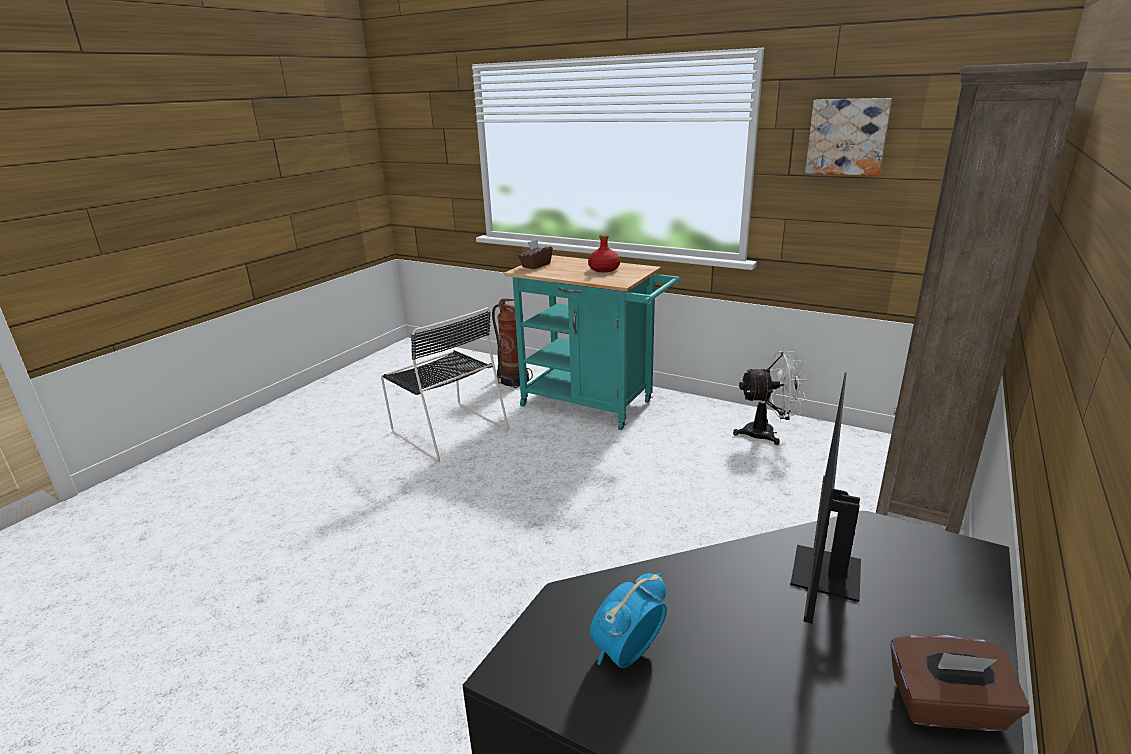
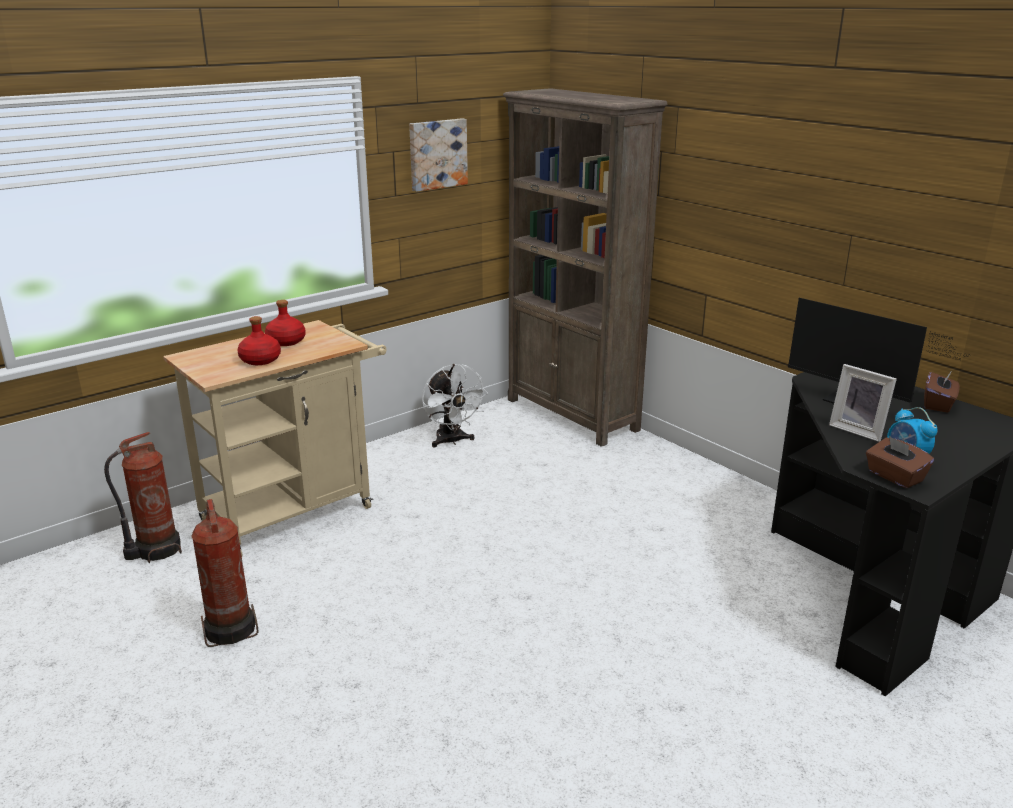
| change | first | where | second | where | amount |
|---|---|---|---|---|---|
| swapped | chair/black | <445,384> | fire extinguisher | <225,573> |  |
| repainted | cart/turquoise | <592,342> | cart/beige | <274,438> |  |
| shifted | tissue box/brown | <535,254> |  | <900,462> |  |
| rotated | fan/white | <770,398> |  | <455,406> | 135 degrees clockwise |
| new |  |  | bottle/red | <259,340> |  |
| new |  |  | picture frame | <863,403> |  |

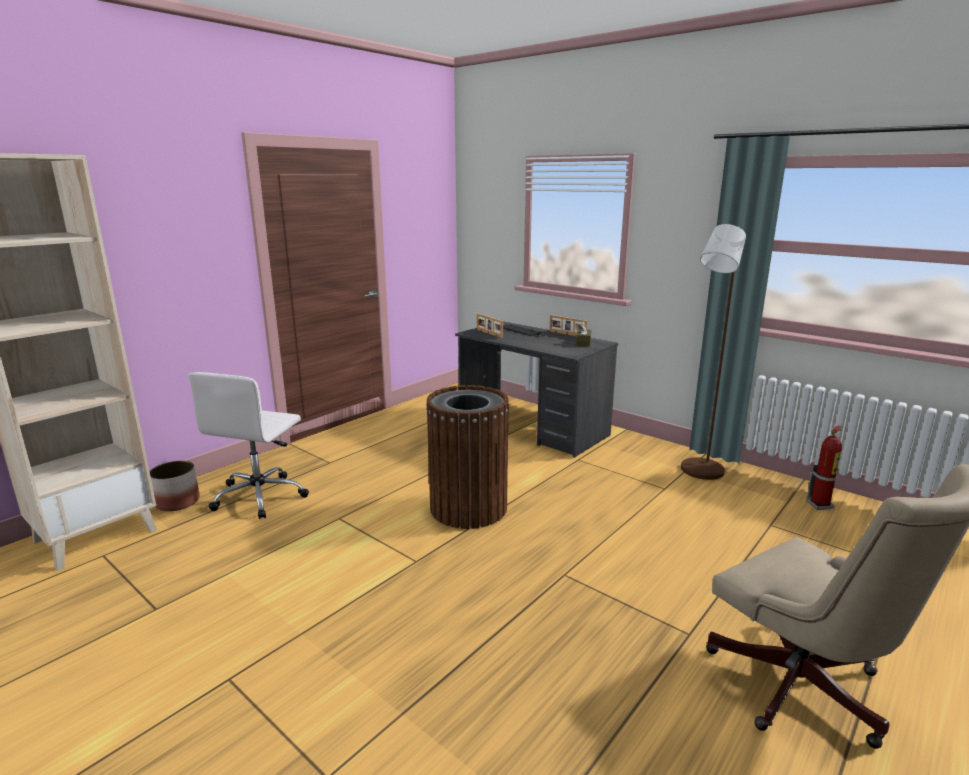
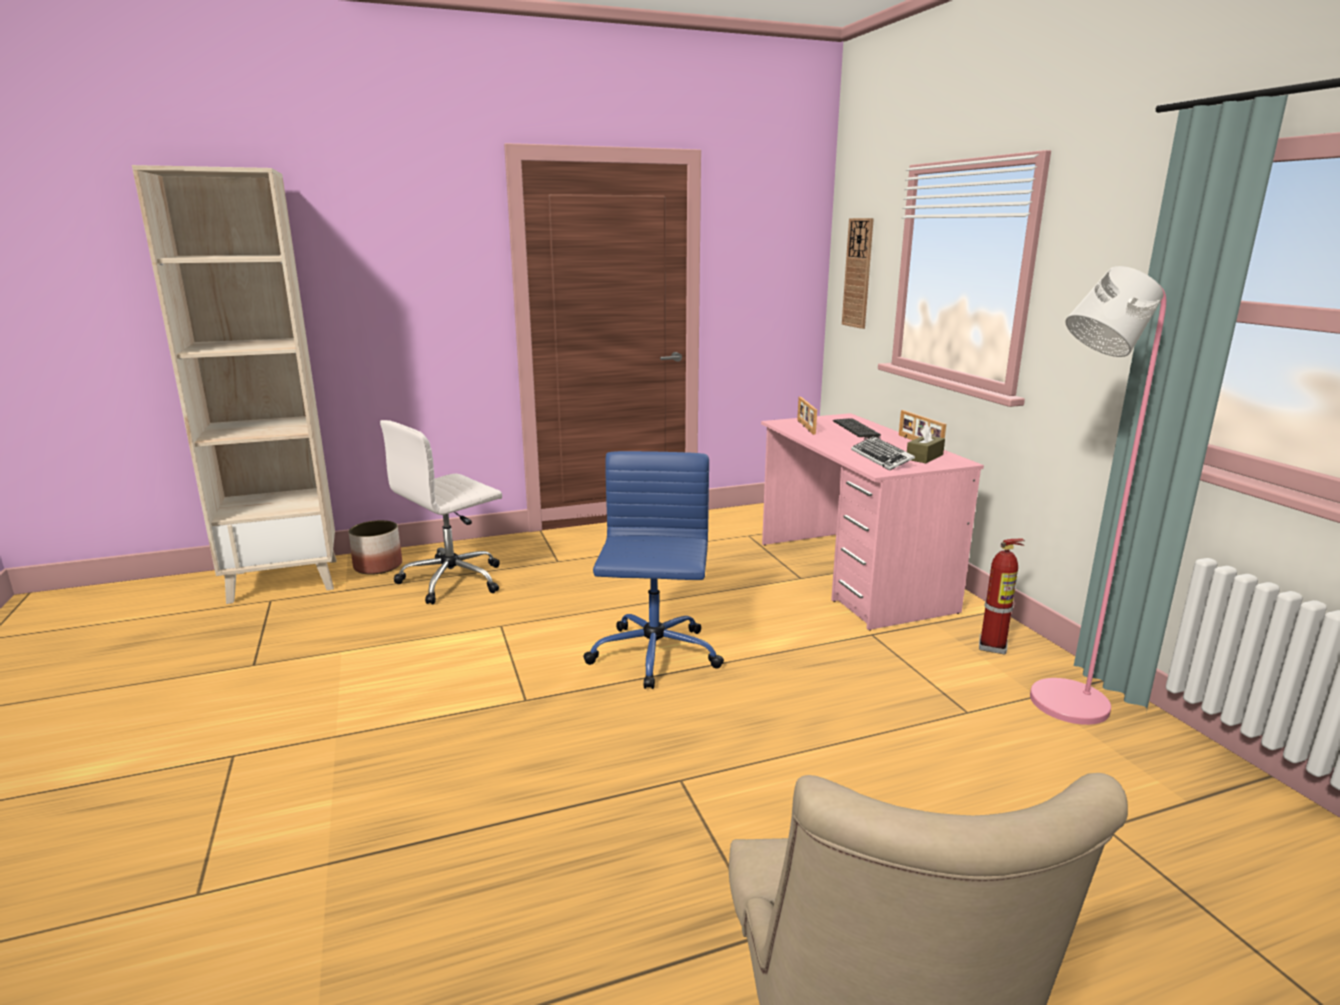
| change | first | where | second | where | amount |
|---|---|---|---|---|---|
| swapped | trash can/brown | <467,457> | office chair/blue | <653,570> |  |
| repainted | desk/grey | <536,390> | desk/pink | <872,522> |  |
| repainted | floor lamp/brown | <713,352> | floor lamp/pink | <1098,495> |  |
| shifted | fire extinguisher | <824,467> |  | <1002,596> |  |
| new |  |  | wall clock | <858,273> |  |
| new |  |  | keyboard | <883,453> |  |

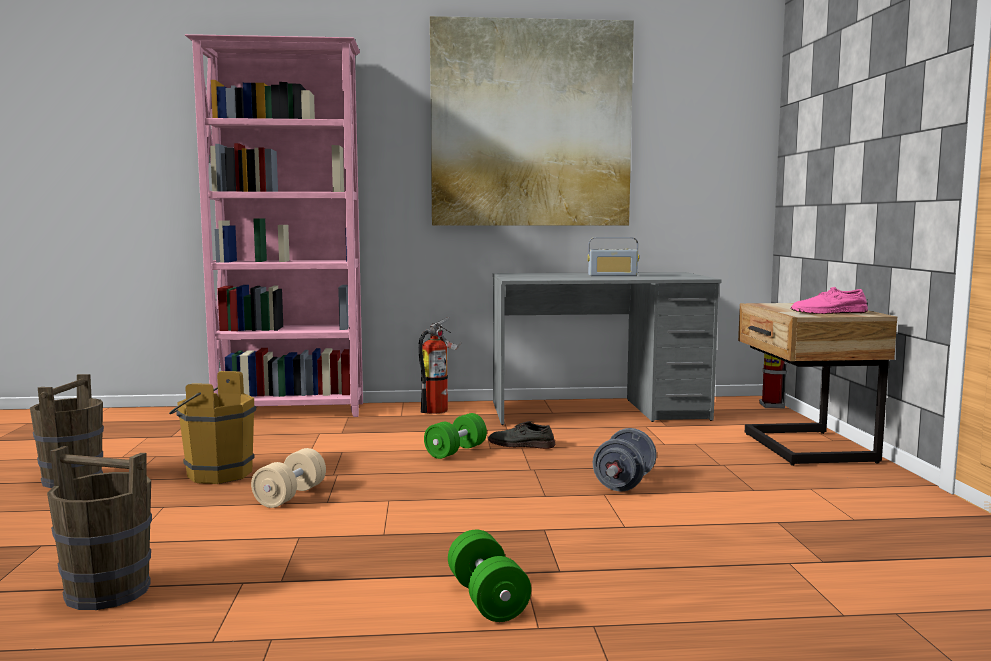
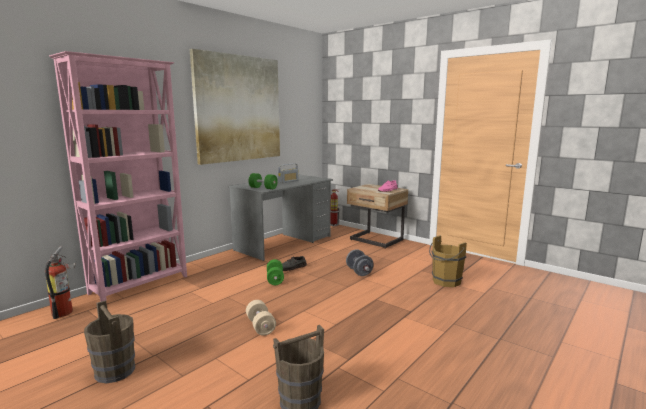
| change | first | where | second | where | amount |
|---|---|---|---|---|---|
| shifted | bucket/brown | <212,427> |  | <448,261> |  |
| shifted | fire extinguisher | <439,365> |  | <60,282> |  |
| shifted | dumbbell/green | <489,576> |  | <263,181> |  |

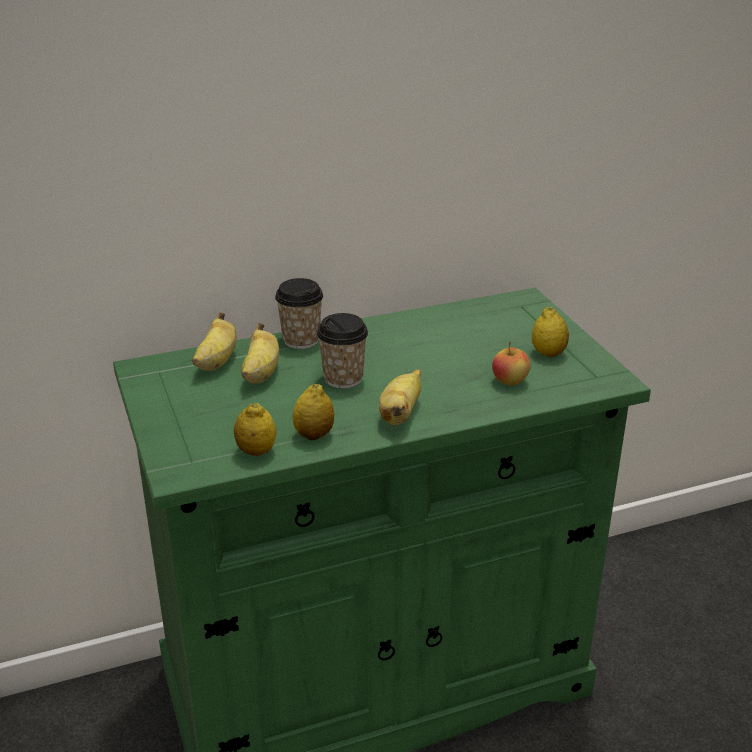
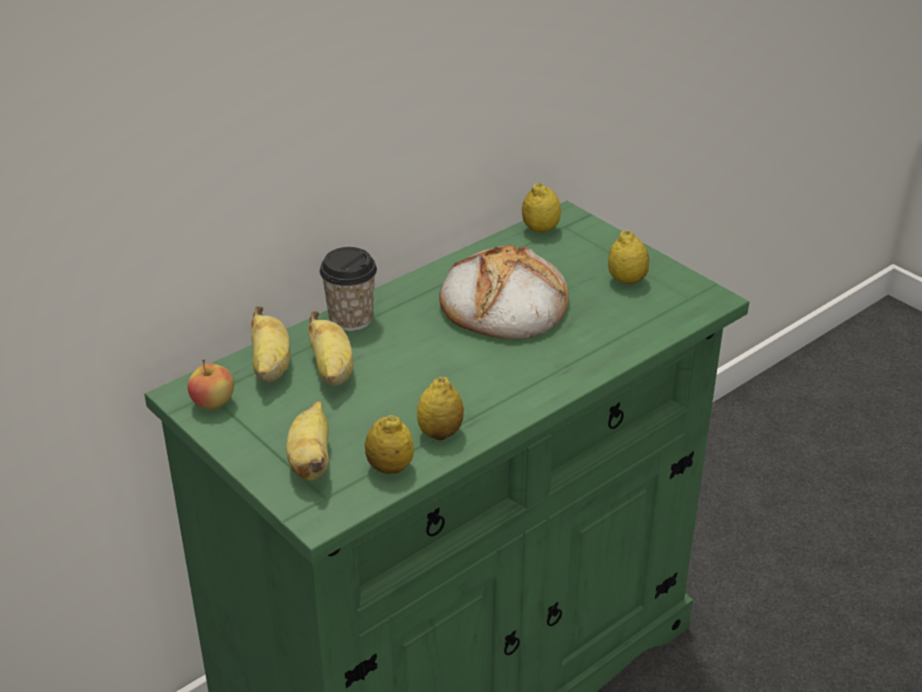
| change | first | where | second | where | amount |
|---|---|---|---|---|---|
| gone | cup | <342,351> |  |  |  |
| shifted | banana | <400,397> |  | <307,441> |  |
| shifted | apple | <511,363> |  | <210,385> |  |
| new |  |  | bread | <504,292> |  |
| new |  |  | lemon | <541,207> |  |

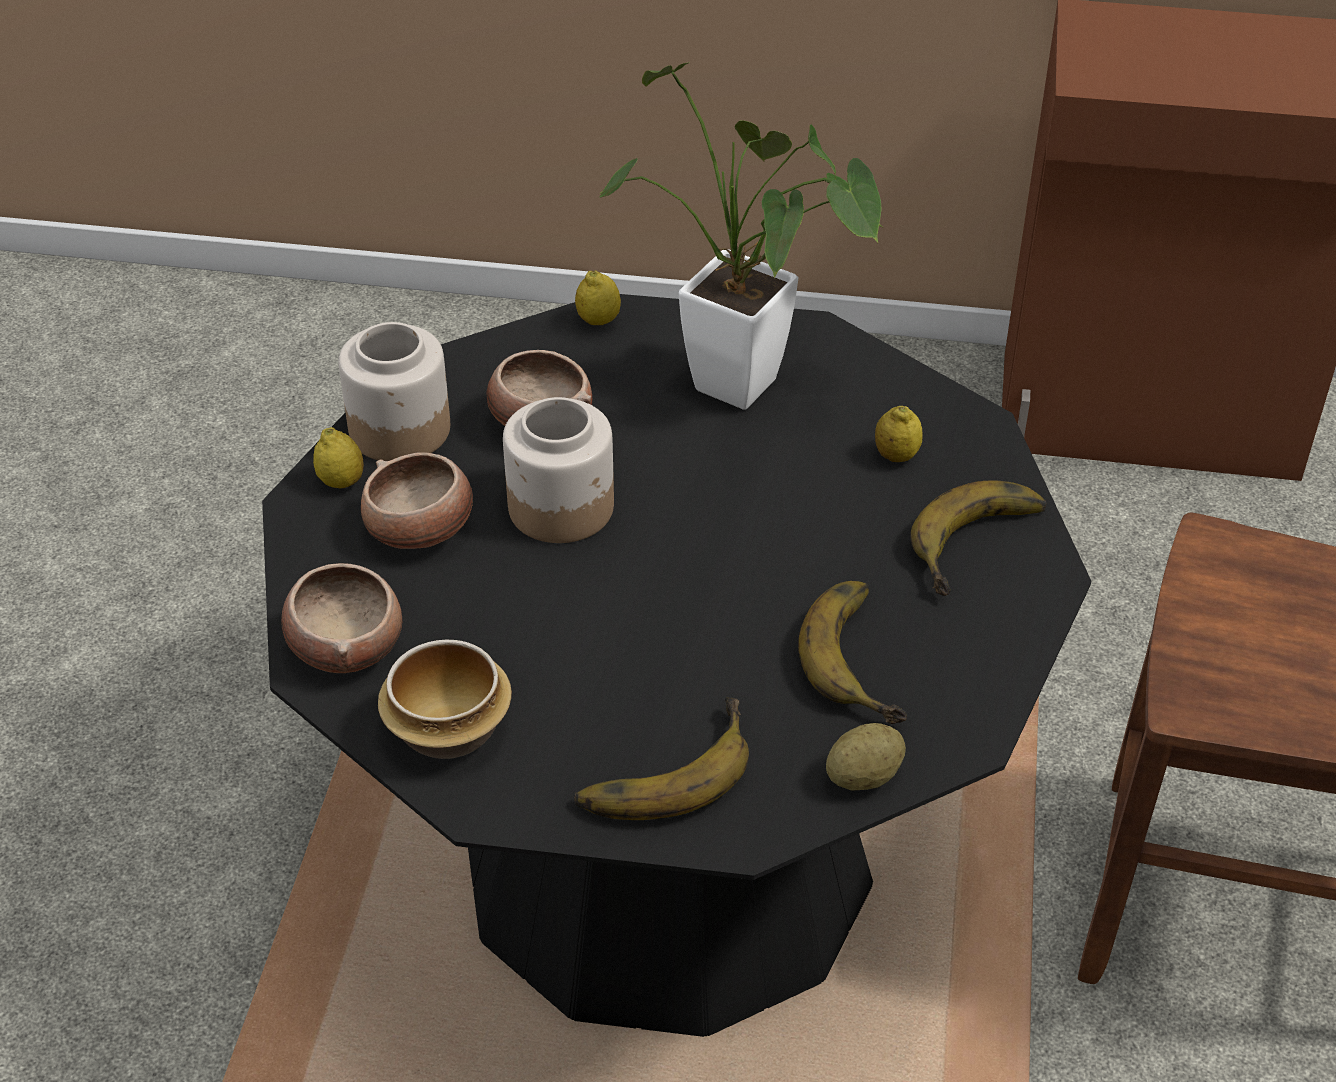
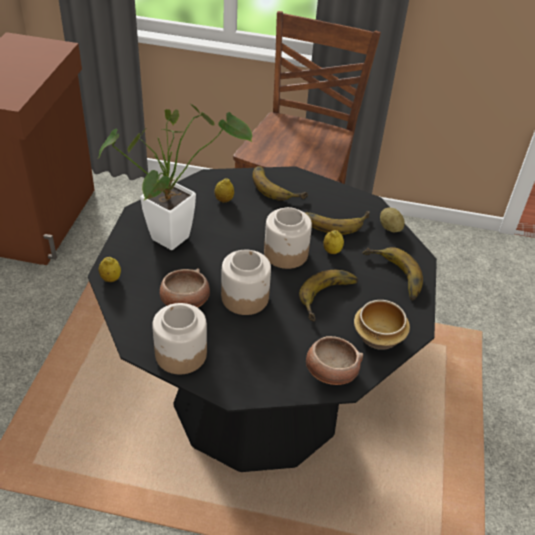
| change | first | where | second | where | amount |
|---|---|---|---|---|---|
| shifted | lemon | <338,457> |  | <333,242> |  |
| gone | bowl | <417,500> |  |  |  |
| new |  |  | jar | <288,238> |  |
| new |  |  | banana | <328,295> |  |

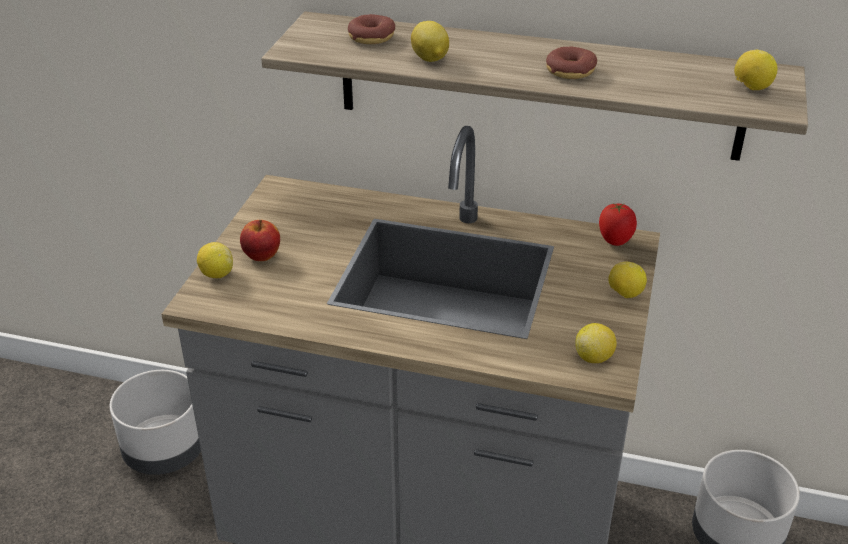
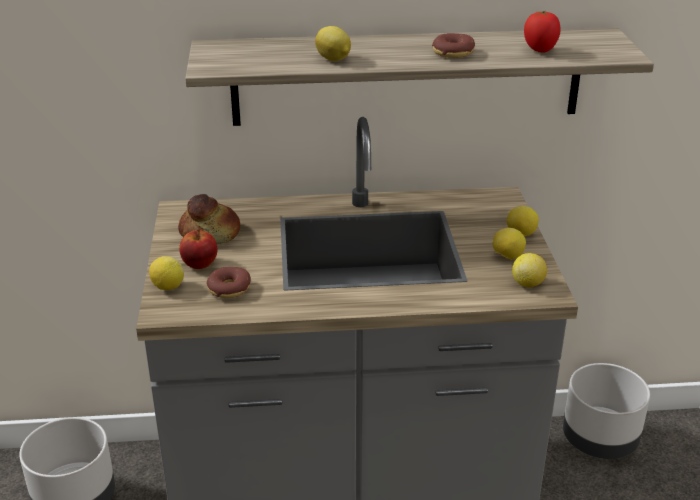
| change | first | where | second | where | amount |
|---|---|---|---|---|---|
| shifted | donut | <371,29> |  | <229,282> |  |
| shifted | tomato | <618,224> |  | <542,32> |  |
| shifted | lemon | <756,70> |  | <509,244> |  |
| new |  |  | bread | <209,219> |  |

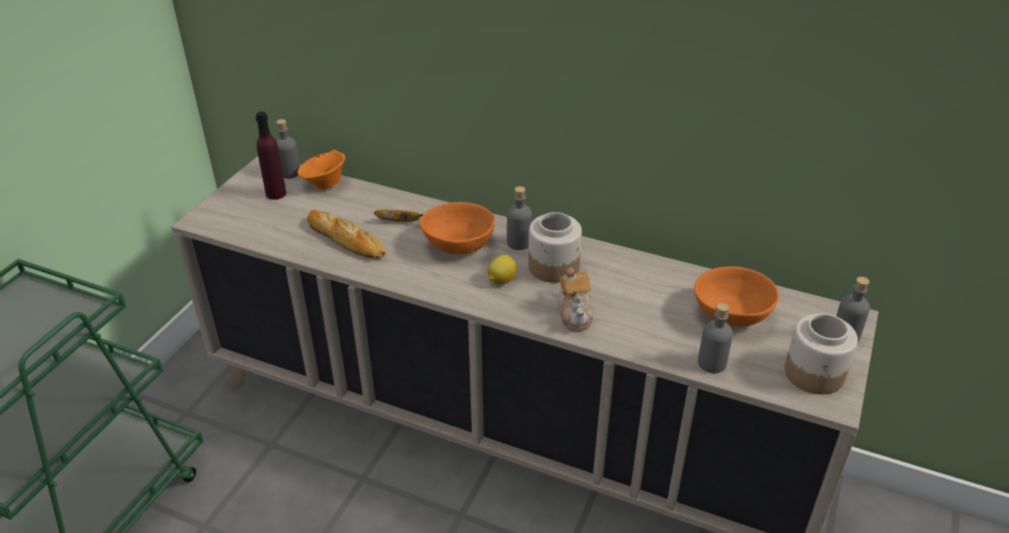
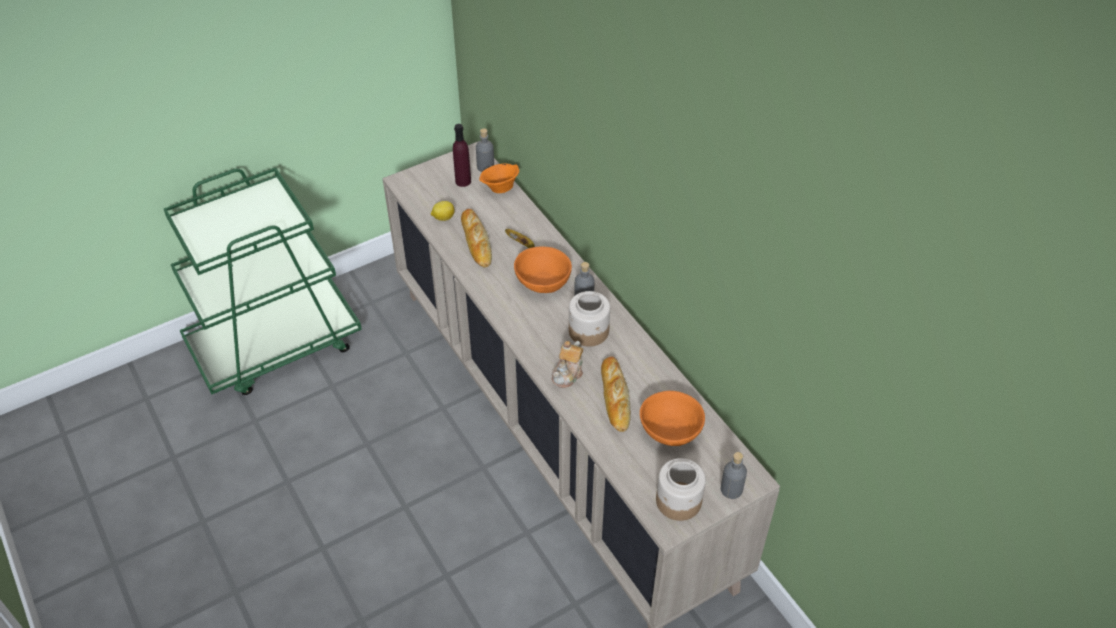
| change | first | where | second | where | amount |
|---|---|---|---|---|---|
| shifted | lemon | <502,269> |  | <443,211> |  |
| gone | bottle/grey | <715,338> |  |  |  |
| new |  |  | bread | <616,394> |  |

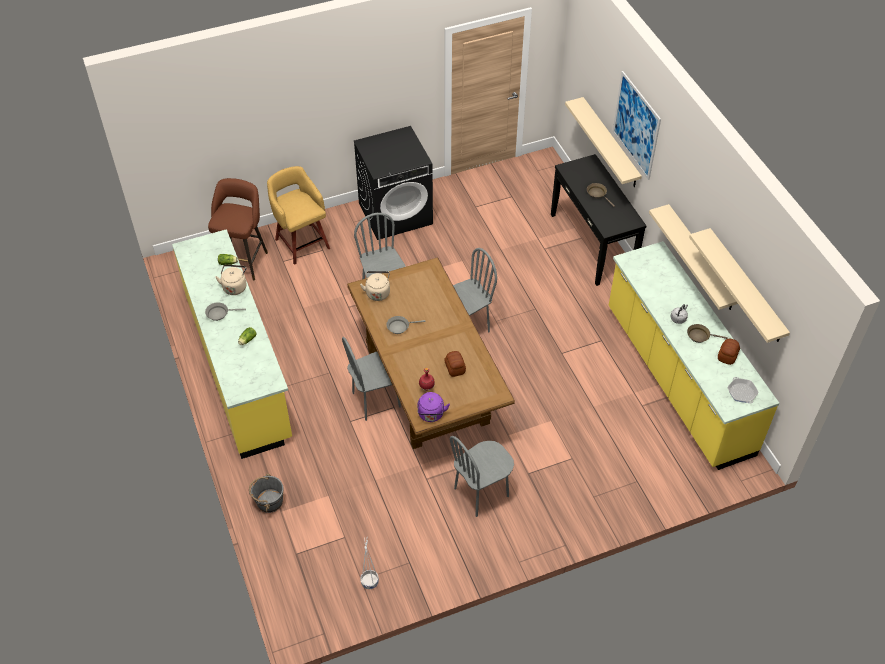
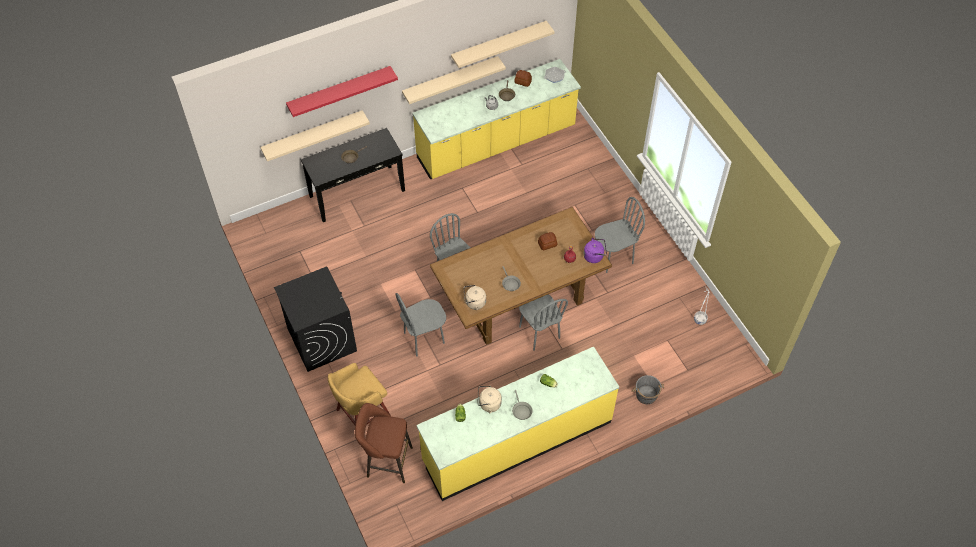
| change | first | where | second | where | amount |
|---|---|---|---|---|---|
| rotated | chair/grey | <482,476> |  | <620,235> | 75 degrees counterclockwise |
| swapped | picture | <637,125> | shelf/red | <342,91> |  |

